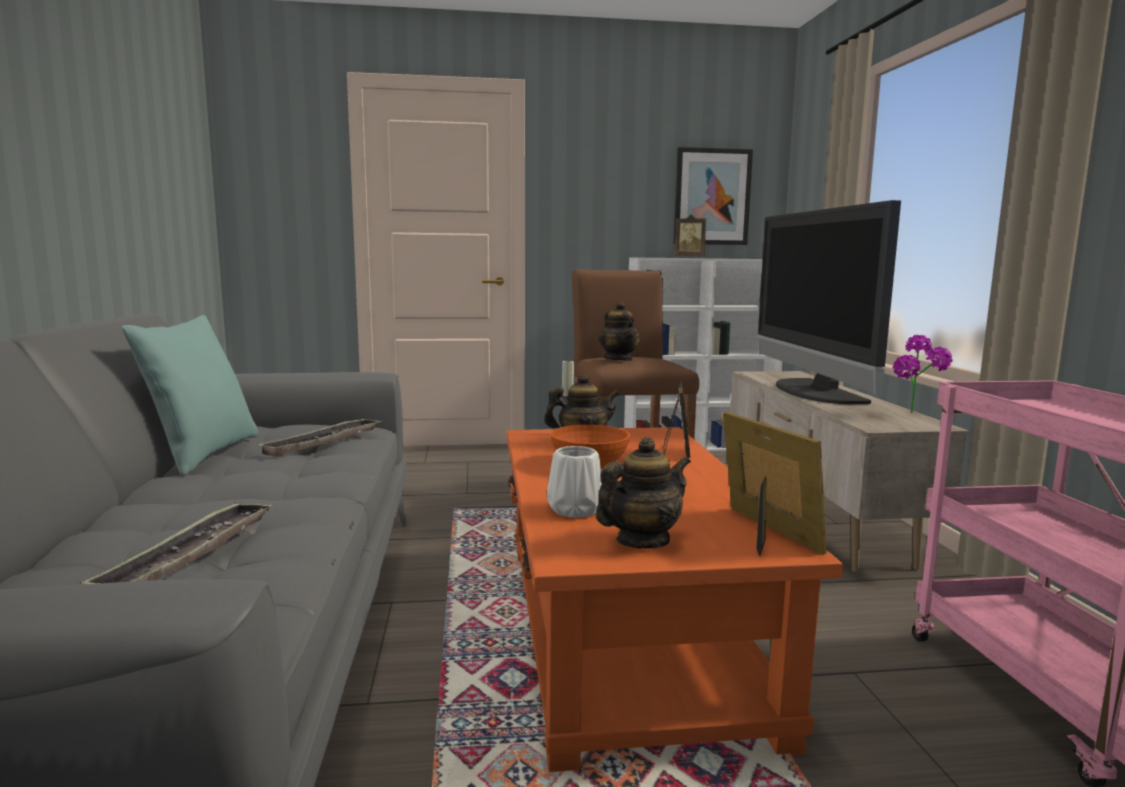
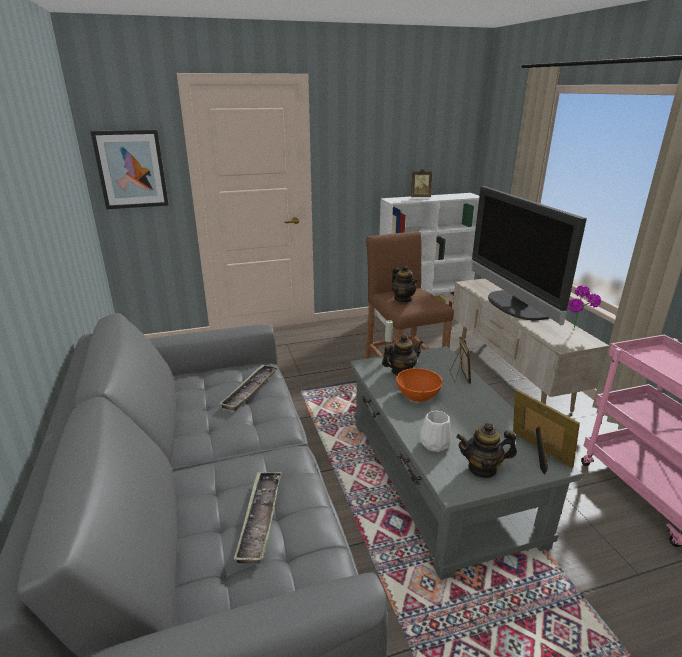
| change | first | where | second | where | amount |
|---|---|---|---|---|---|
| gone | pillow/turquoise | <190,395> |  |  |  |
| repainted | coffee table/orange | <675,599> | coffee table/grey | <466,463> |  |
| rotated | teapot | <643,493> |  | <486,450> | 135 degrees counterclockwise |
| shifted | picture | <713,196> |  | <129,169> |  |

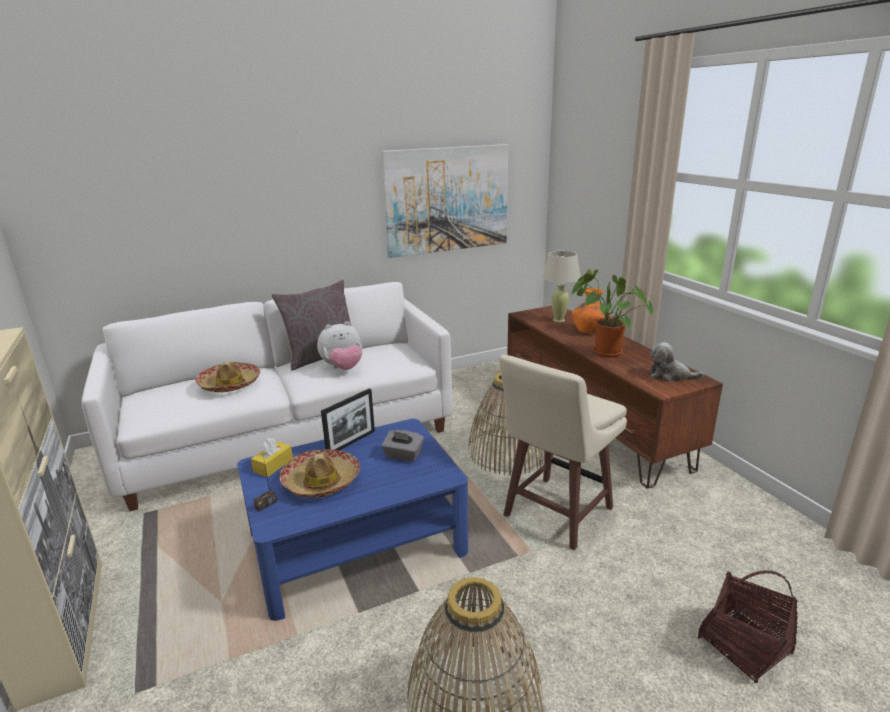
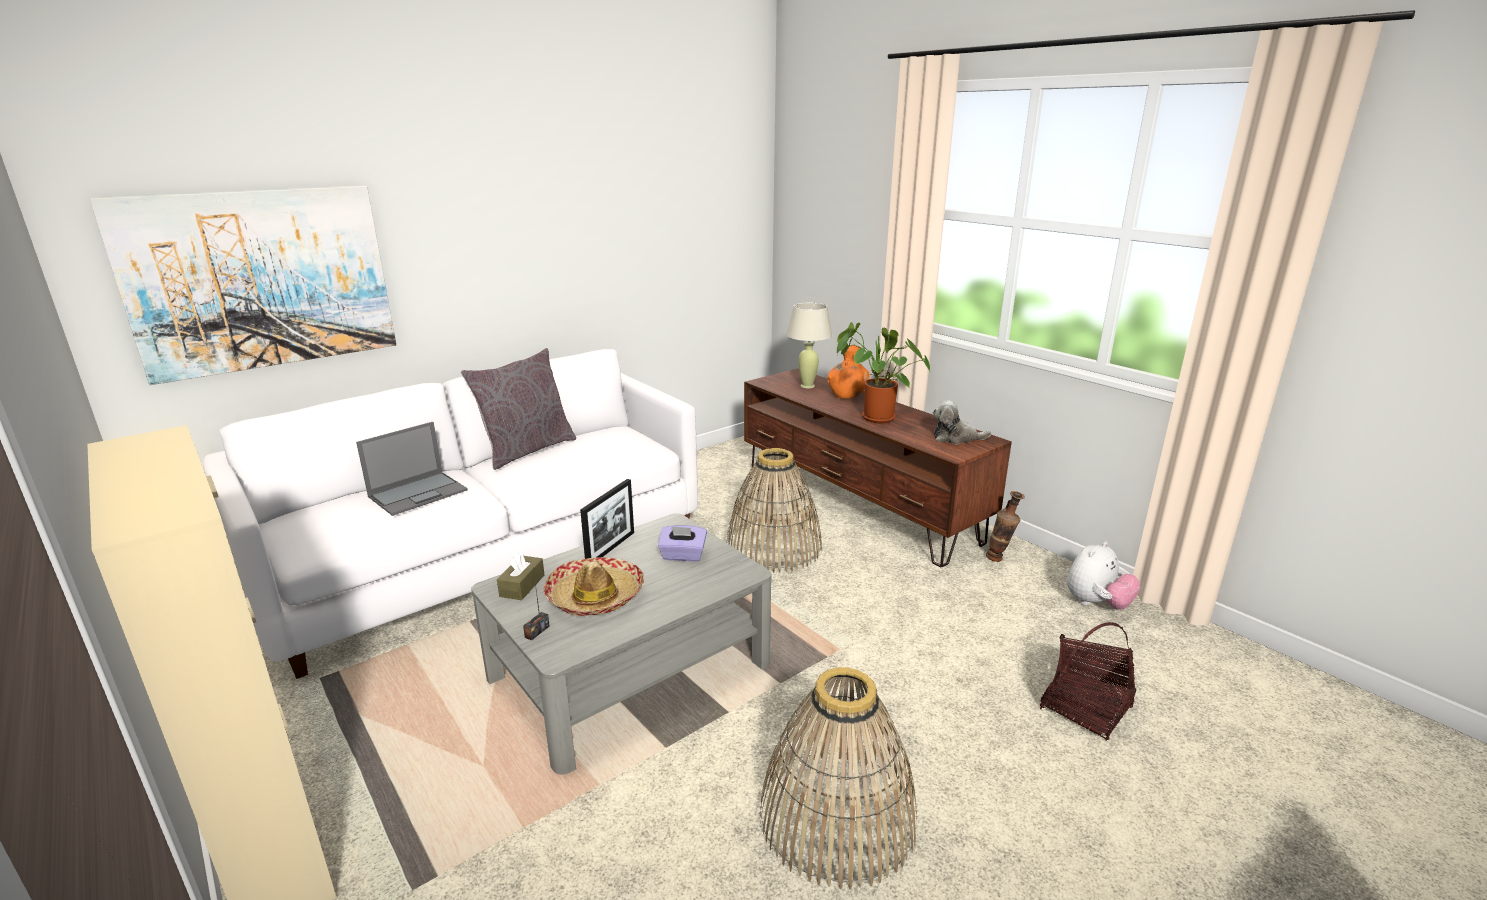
| change | first | where | second | where | amount |
|---|---|---|---|---|---|
| swapped | hat | <228,376> | laptop | <412,469> |  |
| repainted | coffee table/blue | <352,520> | coffee table/grey | <621,644> |  |
| repainted | tissue box/yellow | <272,457> | tissue box/brown | <521,575> |  |
| shifted | plush toy | <339,345> |  | <1103,575> |  |
| shifted | picture | <444,201> |  | <243,285> |  |
| repainted | tissue box/grey | <403,446> | tissue box/purple | <682,543> |  |
| gone | stool/beige | <563,452> |  |  |  |
| new |  |  | vase | <1005,526> |  |

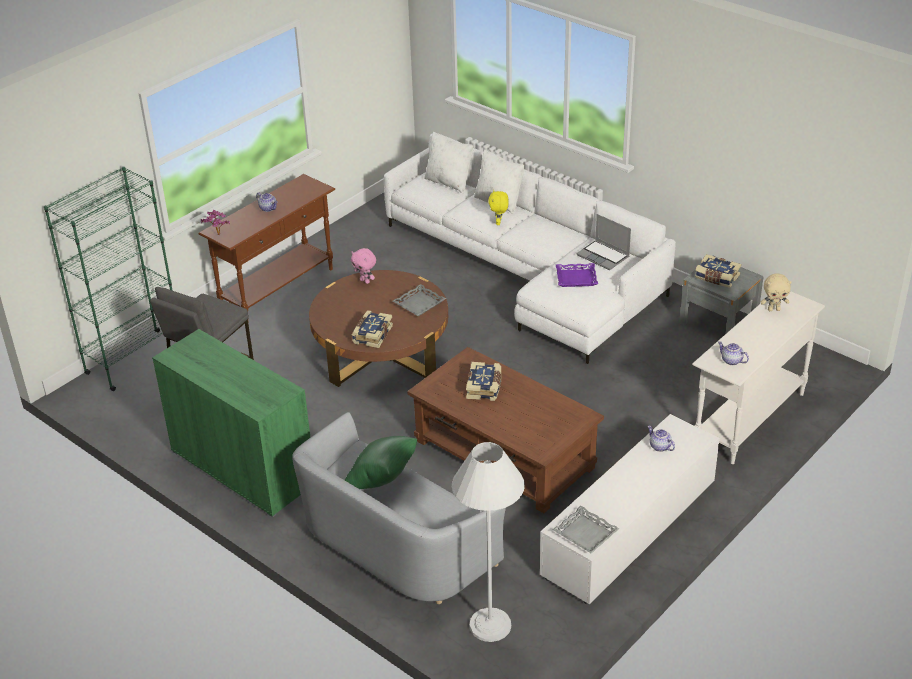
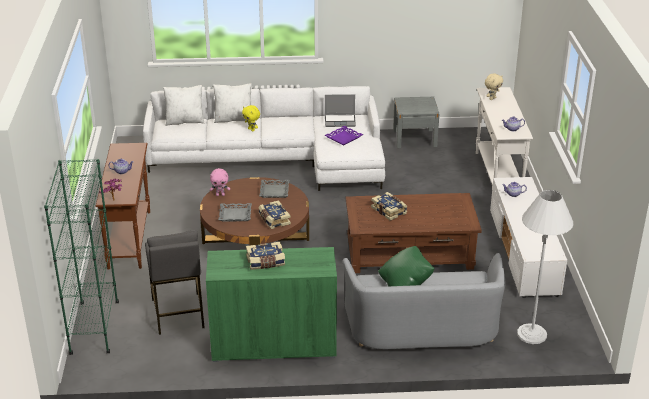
| change | first | where | second | where | amount |
|---|---|---|---|---|---|
| shifted | tray/grey | <586,530> |  | <235,212> |  |
| shifted | book | <718,271> |  | <265,256> |  |

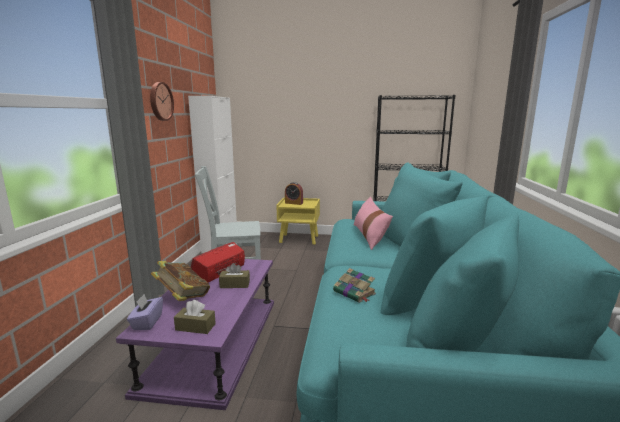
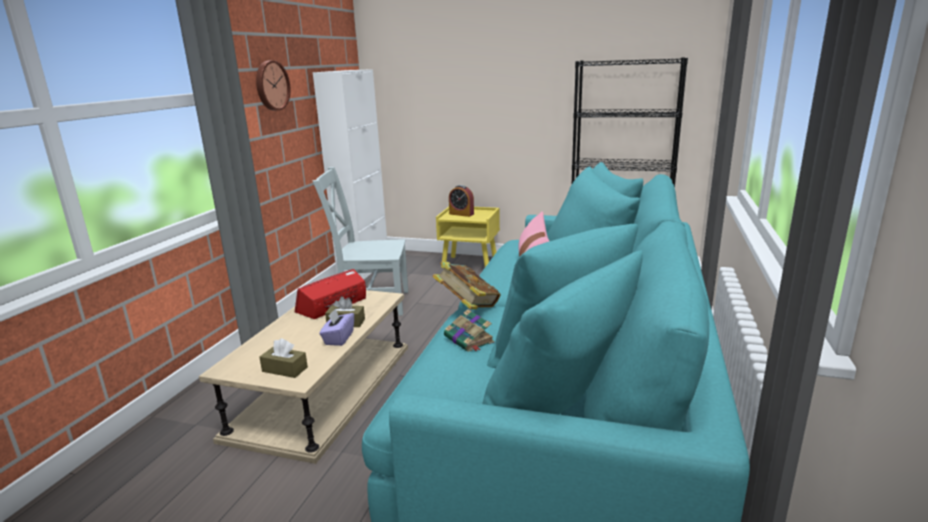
| change | first | where | second | where | amount |
|---|---|---|---|---|---|
| repainted | coffee table/purple | <195,334> | coffee table/beige | <303,377> |  |
| shifted | tissue box/purple | <145,312> |  | <336,327> |  |
| shifted | book | <180,281> |  | <466,285> |  |

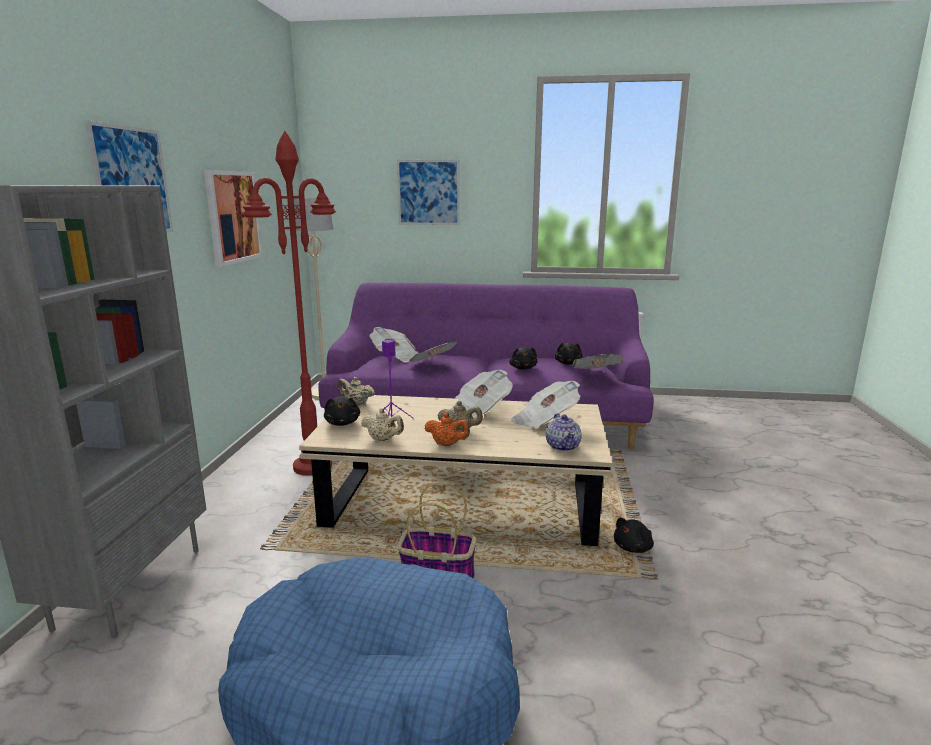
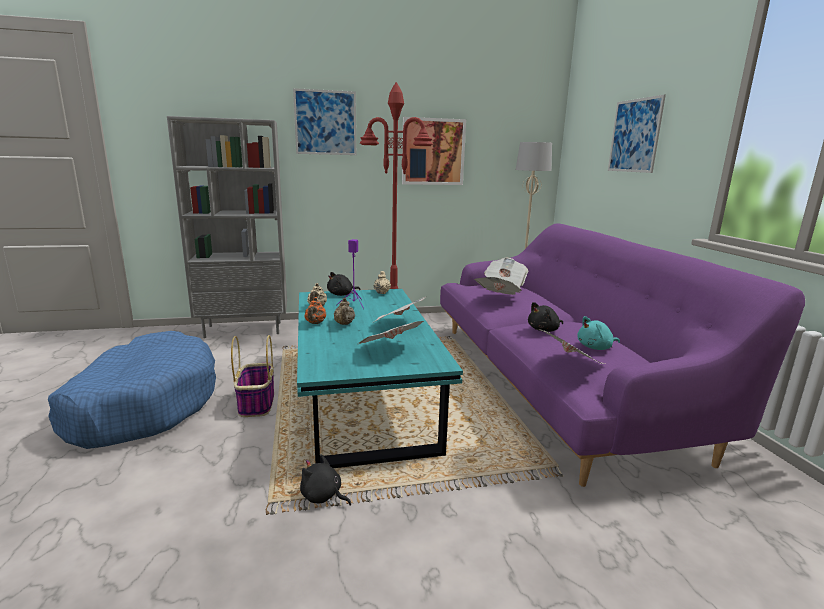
| change | first | where | second | where | amount |
|---|---|---|---|---|---|
| repainted | coffee table/beige | <455,470> | coffee table/turquoise | <380,378> |  |
| gone | teapot | <564,432> |  |  |  |
| repainted | plush toy/black | <568,354> | plush toy/turquoise | <598,333> |  |

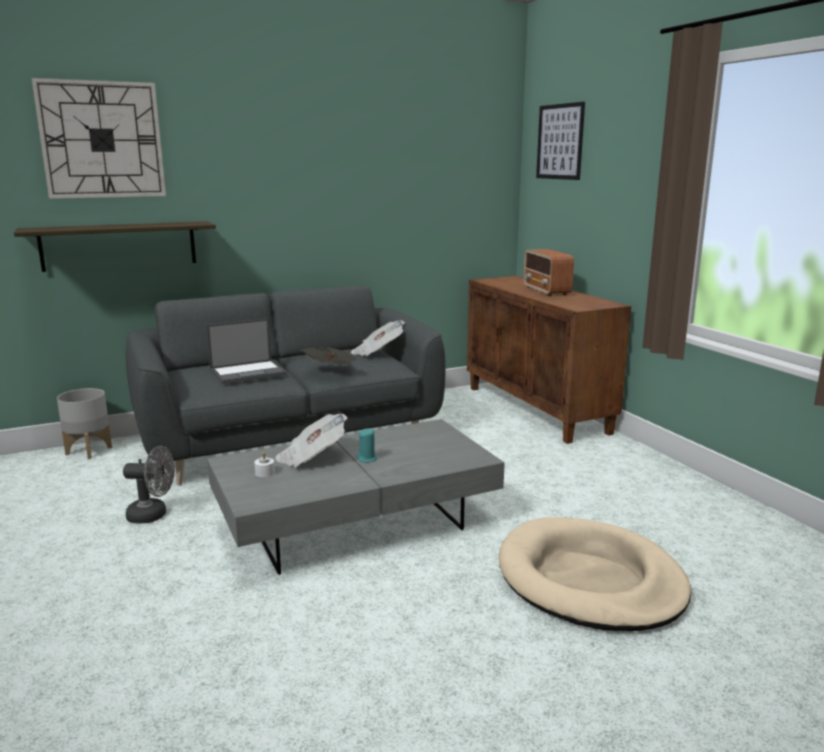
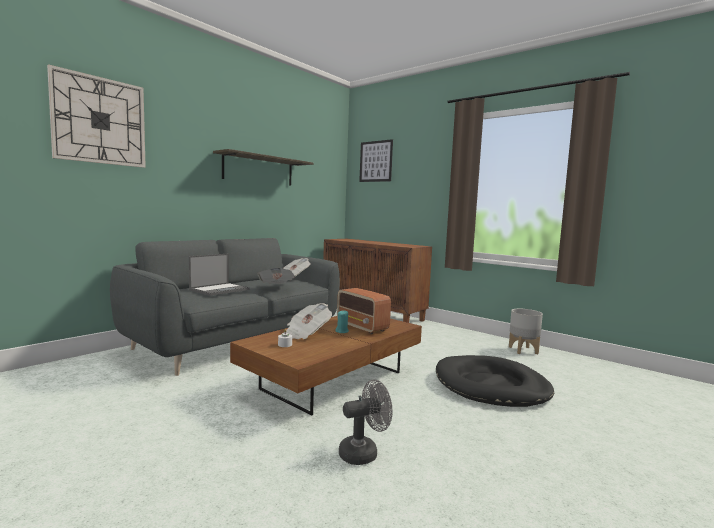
| change | first | where | second | where | amount |
|---|---|---|---|---|---|
| shifted | shelf | <115,246> |  | <263,167> |  |
| shifted | planter/grey | <84,423> |  | <526,331> |  |
| shifted | fan/grey | <149,485> |  | <365,422> |  |
| repainted | coffee table/grey | <355,497> | coffee table/brown | <326,366> |  |
| repainted | dog bed/beige | <595,574> | dog bed/black | <495,381> |  |
| shifted | radio | <548,272> |  | <364,311> |  |

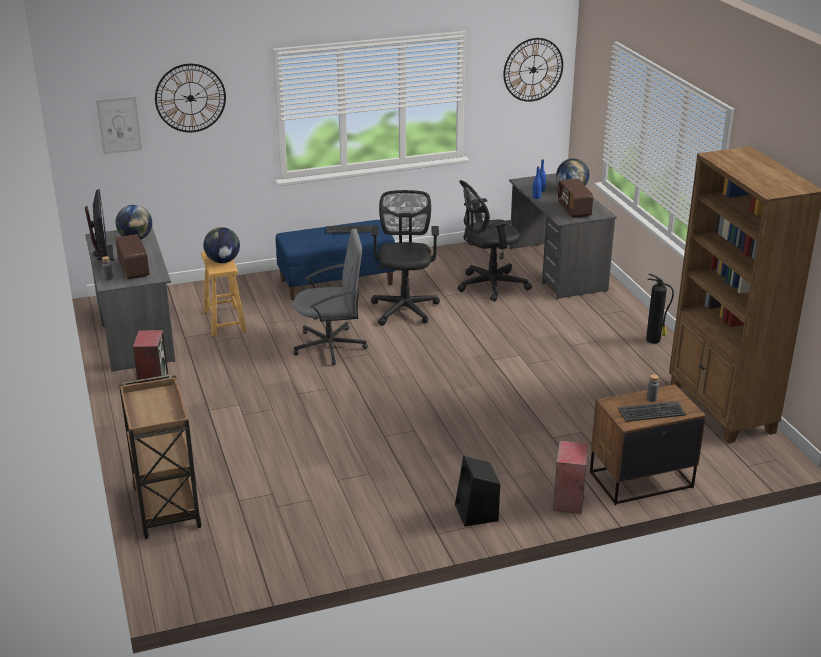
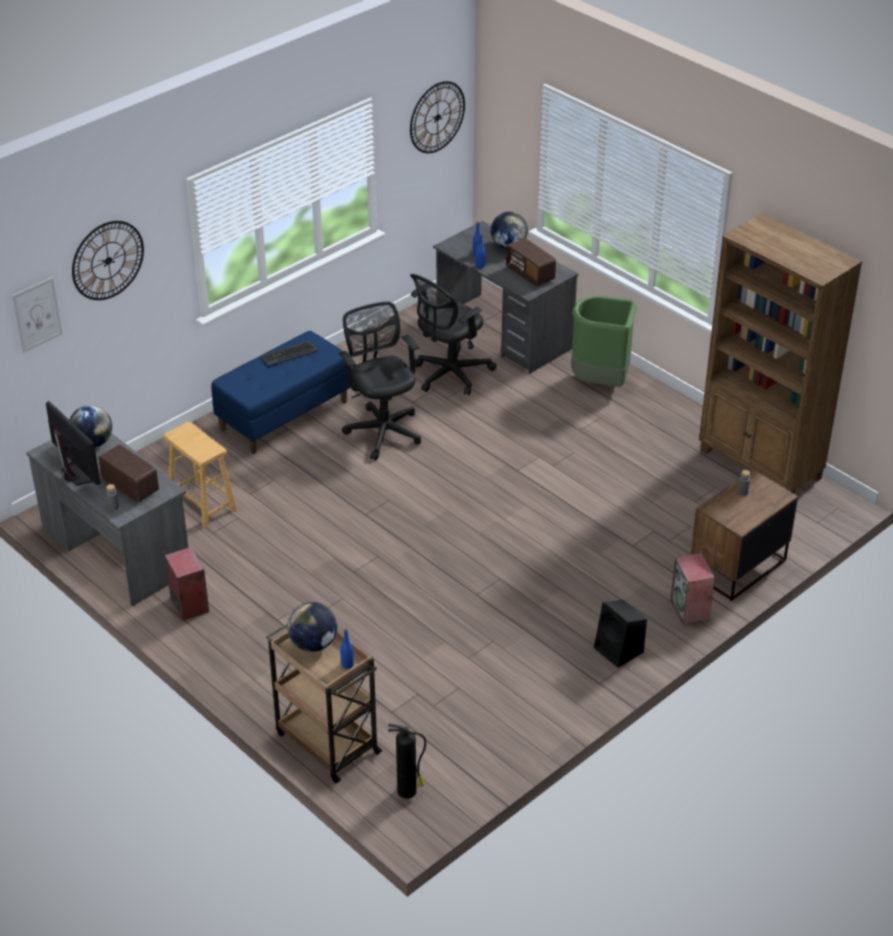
| change | first | where | second | where | amount |
|---|---|---|---|---|---|
| shifted | globe | <221,245> |  | <312,627> |  |
| gone | office chair/grey | <330,297> |  |  |  |
| gone | keyboard | <652,411> |  |  |  |
| shifted | fire extinguisher | <660,308> |  | <407,761> |  |
| new |  |  | bottle/blue | <347,649> |  |
| new |  |  | trash can/green | <604,341> |  |

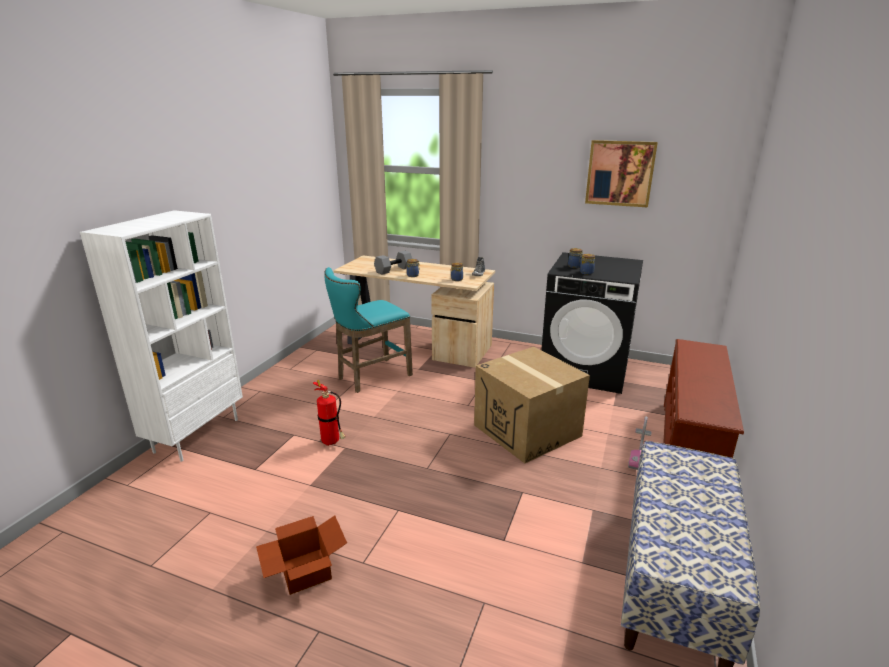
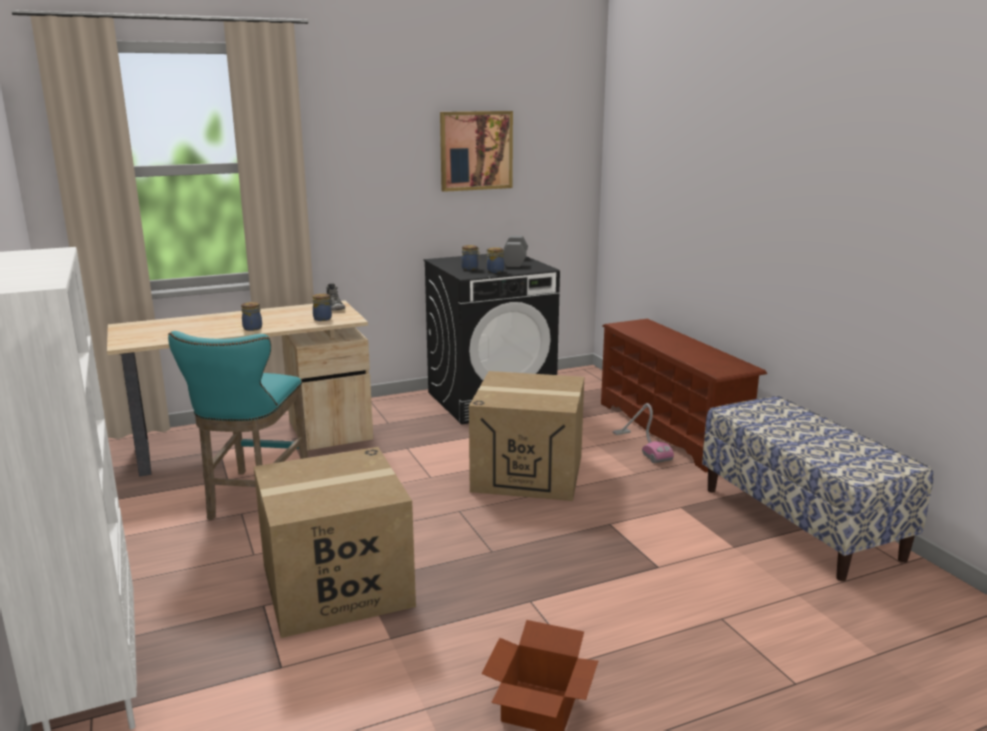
| change | first | where | second | where | amount |
|---|---|---|---|---|---|
| swapped | fire extinguisher | <329,413> | cardboard box | <335,542> |  |
| shifted | dumbbell/grey | <393,262> |  | <515,251> |  |

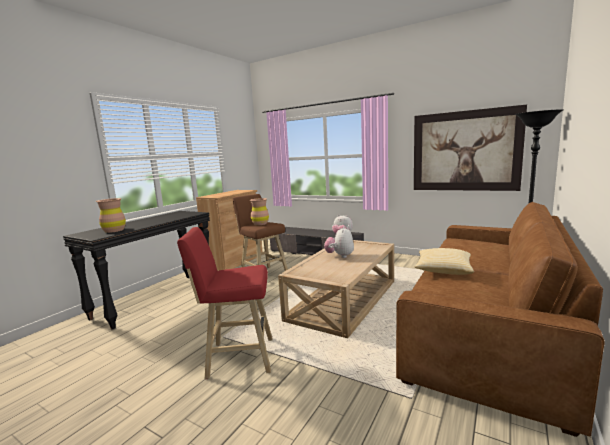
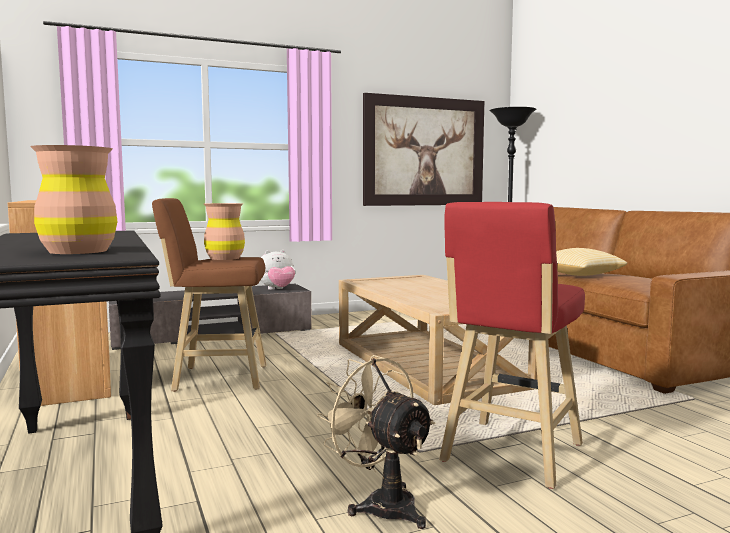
| change | first | where | second | where | amount |
|---|---|---|---|---|---|
| gone | plush toy | <339,242> |  |  |  |
| new |  |  | fan/beige | <376,442> |  |

